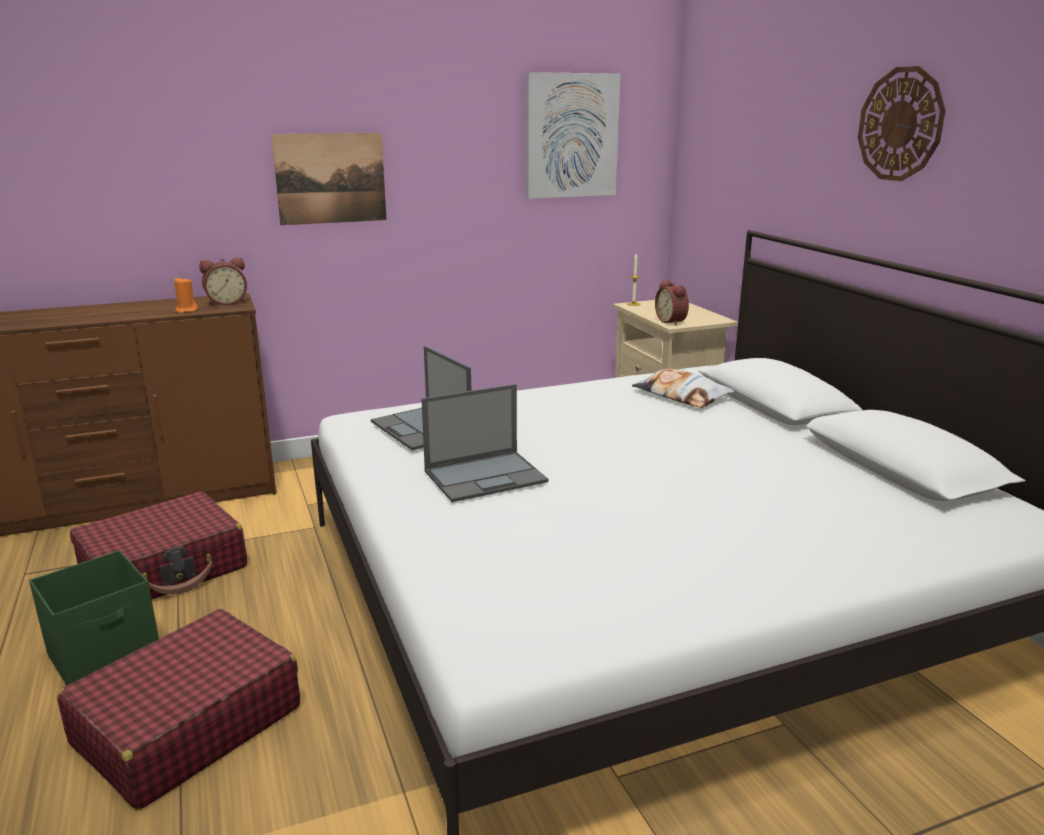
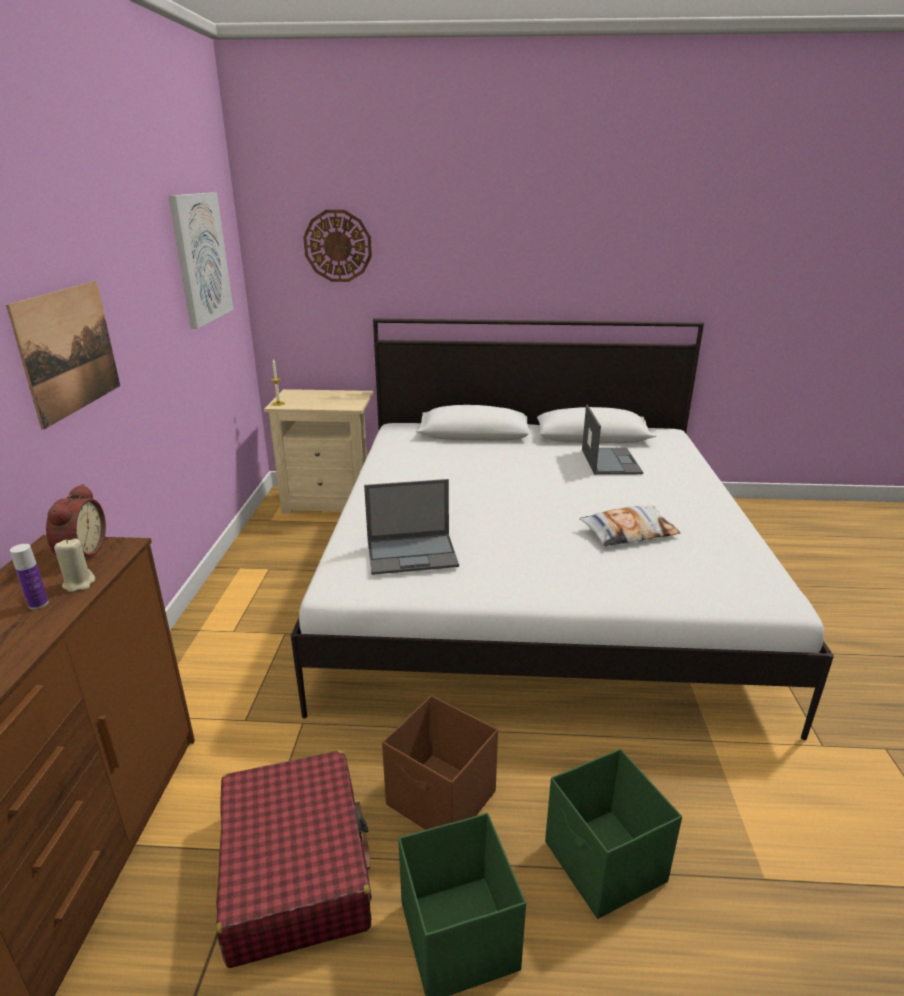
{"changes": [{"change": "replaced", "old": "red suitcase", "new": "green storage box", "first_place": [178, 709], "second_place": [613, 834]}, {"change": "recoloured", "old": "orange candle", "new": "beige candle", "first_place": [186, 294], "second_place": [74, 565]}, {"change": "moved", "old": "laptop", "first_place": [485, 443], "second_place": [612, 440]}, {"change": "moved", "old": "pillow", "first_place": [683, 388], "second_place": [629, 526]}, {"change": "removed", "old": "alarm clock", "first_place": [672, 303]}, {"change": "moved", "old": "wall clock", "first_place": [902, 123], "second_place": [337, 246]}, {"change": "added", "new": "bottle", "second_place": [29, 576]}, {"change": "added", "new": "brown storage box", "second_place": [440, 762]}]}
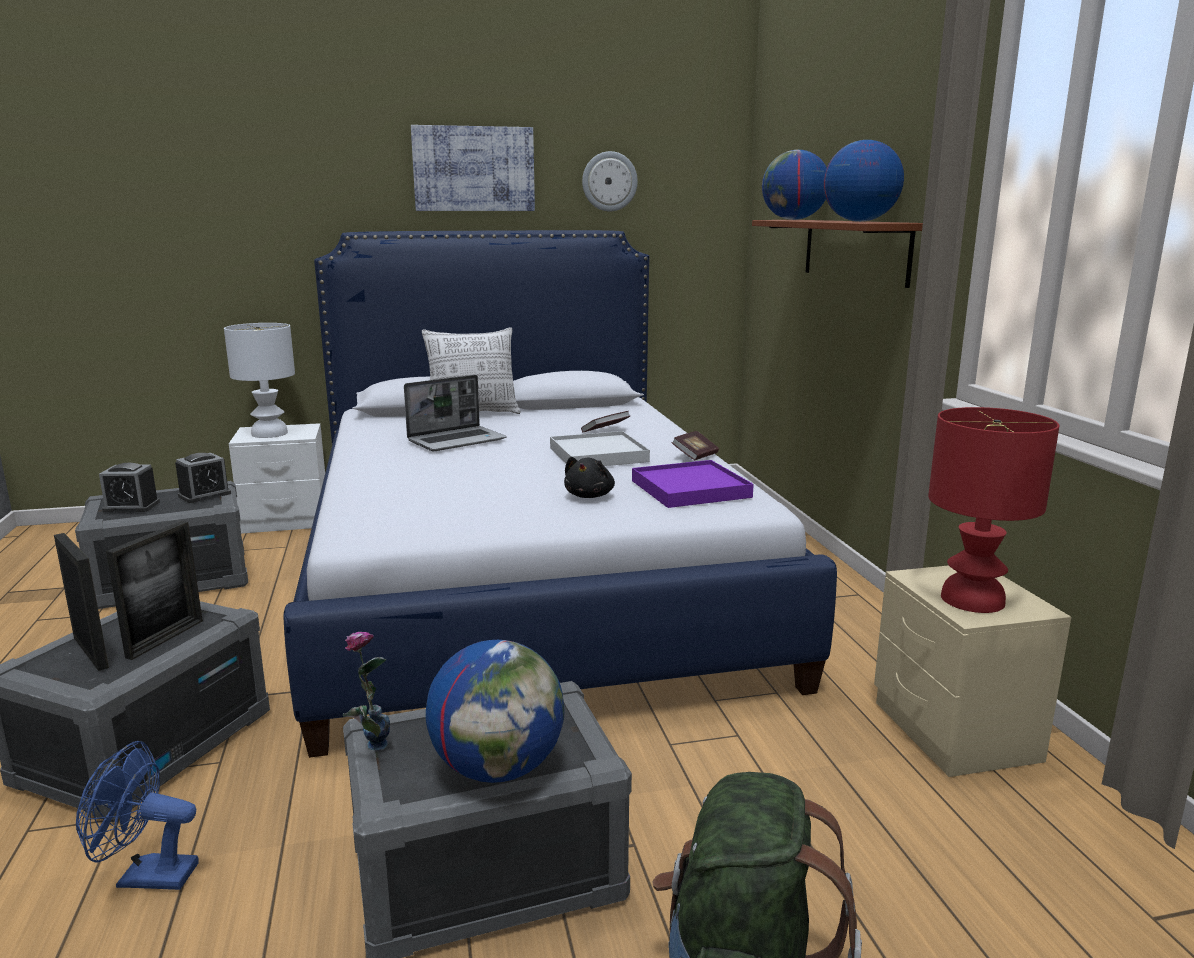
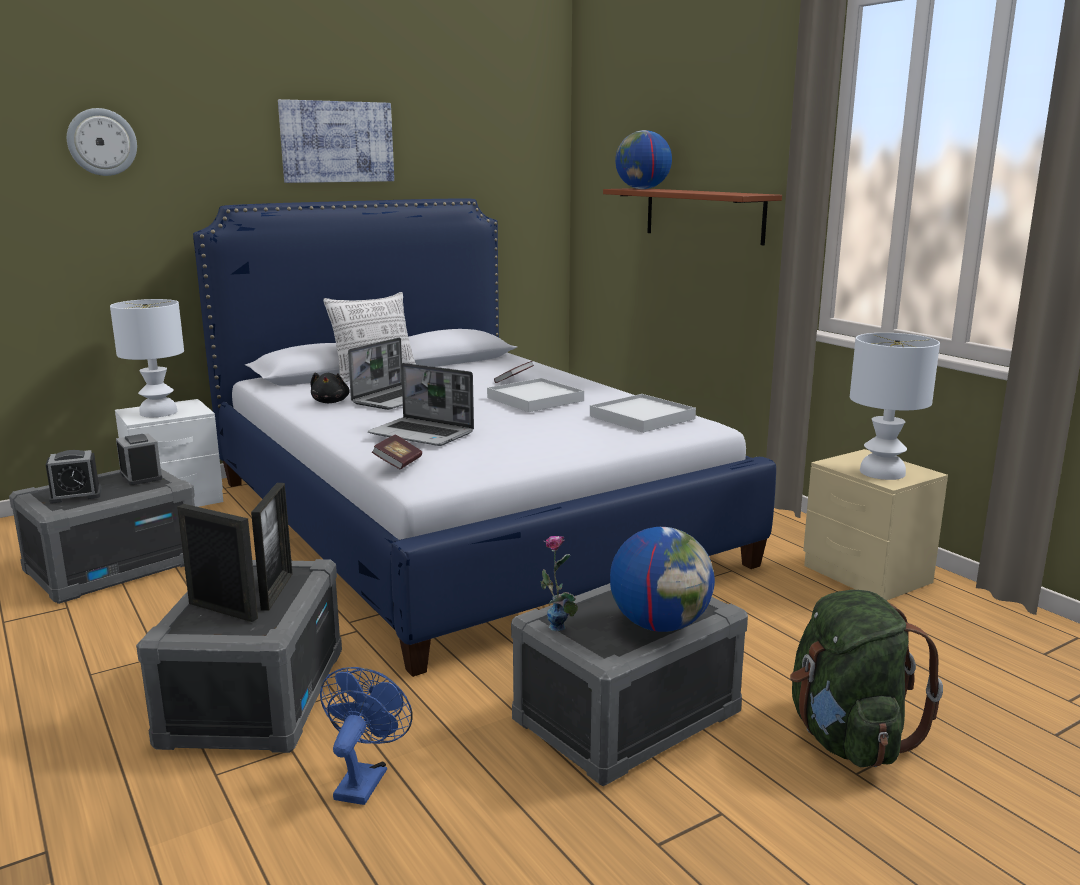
{"changes": [{"change": "turned", "old": "blue fan", "first_place": [137, 815], "second_place": [366, 736], "degrees": 120}, {"change": "turned", "old": "alarm clock", "first_place": [203, 478], "second_place": [139, 459], "degrees": -60}, {"change": "moved", "old": "black plush toy", "first_place": [589, 477], "second_place": [330, 388]}, {"change": "moved", "old": "wall clock", "first_place": [610, 181], "second_place": [102, 142]}, {"change": "recoloured", "old": "purple tray", "new": "white tray", "first_place": [693, 484], "second_place": [643, 413]}, {"change": "moved", "old": "book", "first_place": [695, 445], "second_place": [397, 451]}, {"change": "removed", "old": "globe", "first_place": [863, 181]}, {"change": "recoloured", "old": "red table lamp", "new": "white table lamp", "first_place": [994, 510], "second_place": [895, 406]}, {"change": "added", "new": "laptop", "second_place": [421, 404]}]}
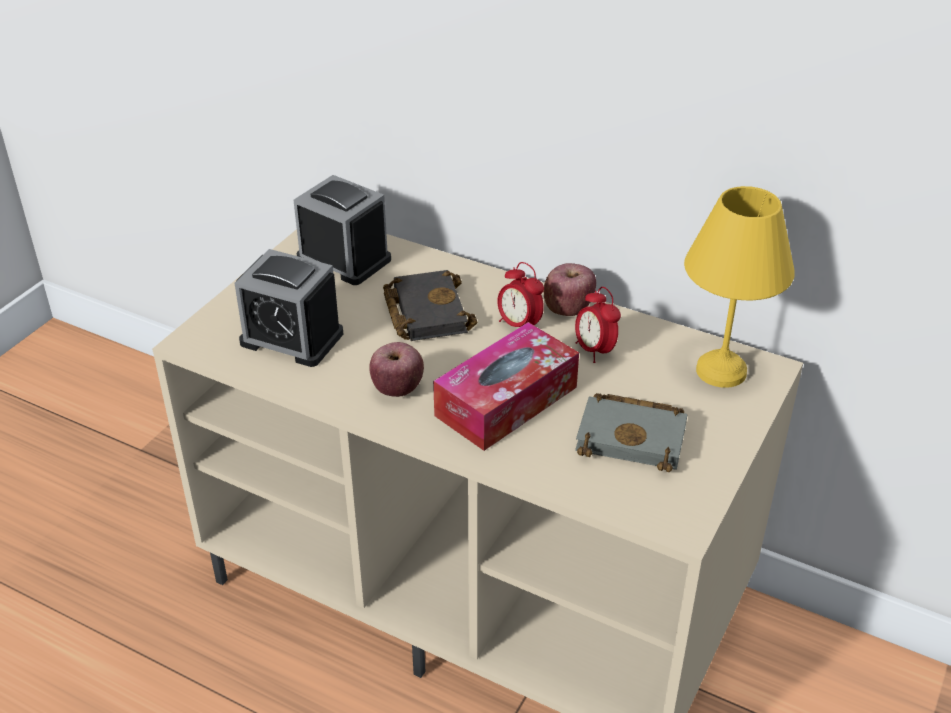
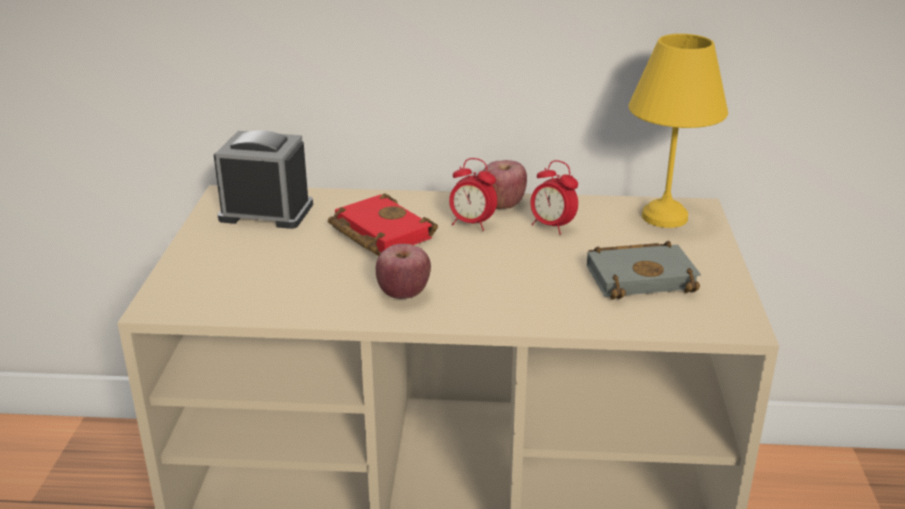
{"changes": [{"change": "removed", "old": "alarm clock", "first_place": [289, 308]}, {"change": "recoloured", "old": "black book", "new": "red book", "first_place": [430, 305], "second_place": [383, 224]}, {"change": "removed", "old": "tissue box", "first_place": [506, 386]}]}
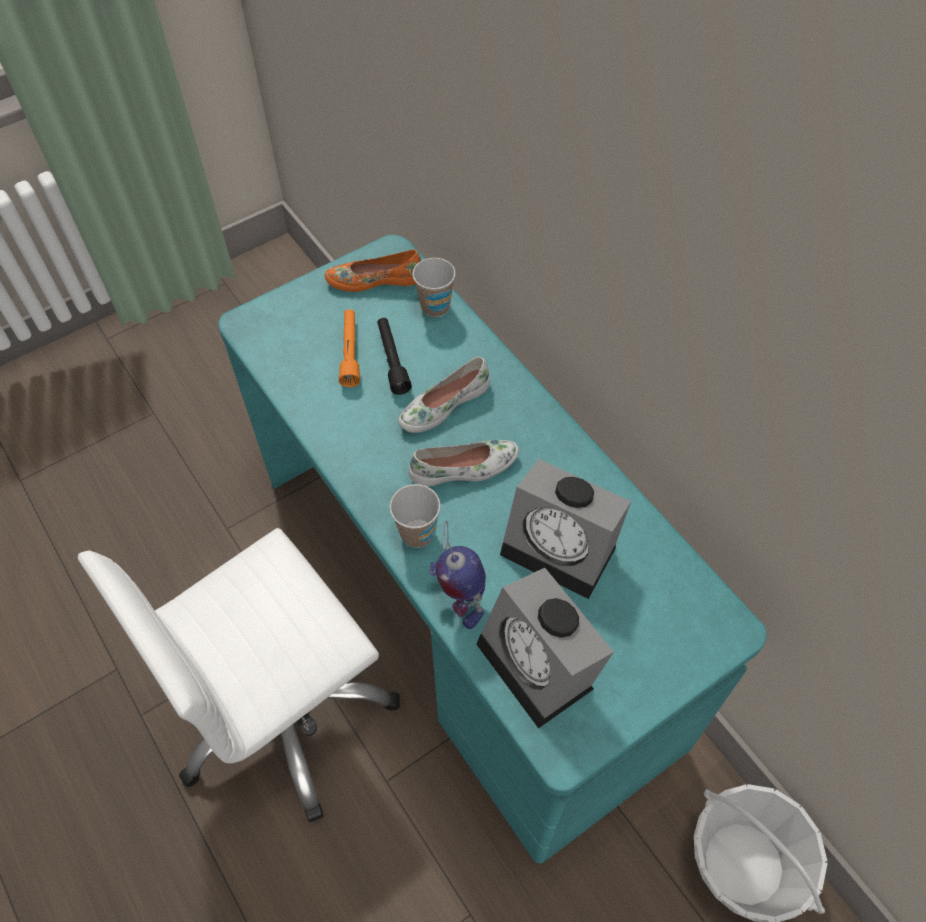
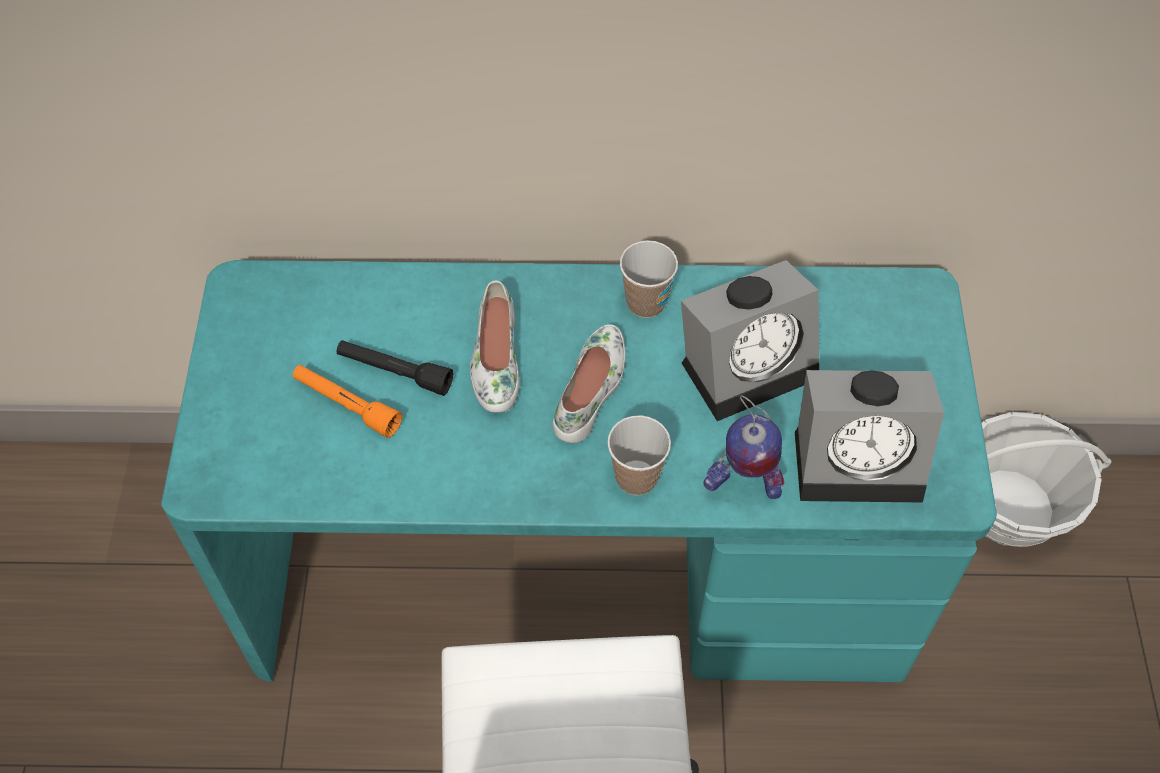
{"changes": [{"change": "removed", "old": "orange shoe", "first_place": [373, 270]}, {"change": "moved", "old": "cup", "first_place": [434, 287], "second_place": [649, 279]}]}
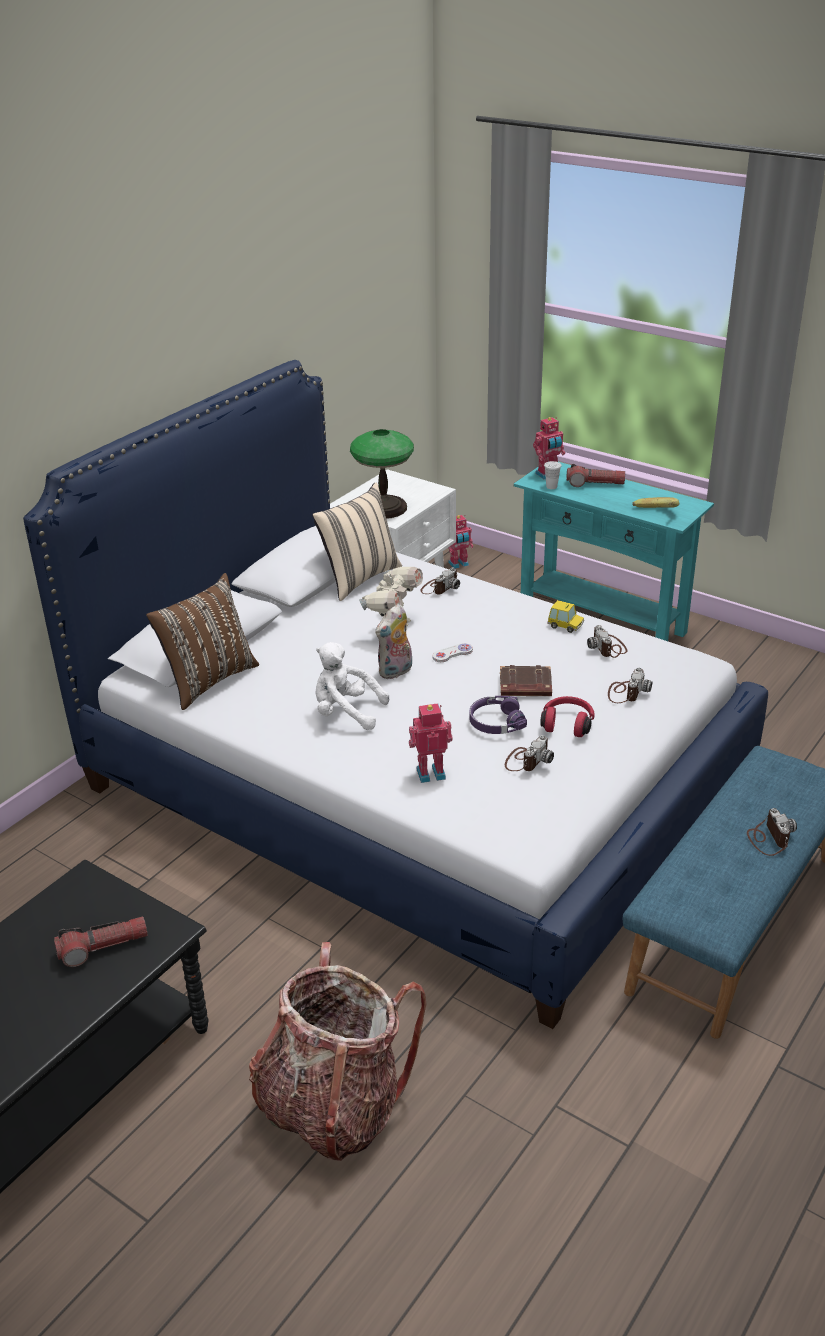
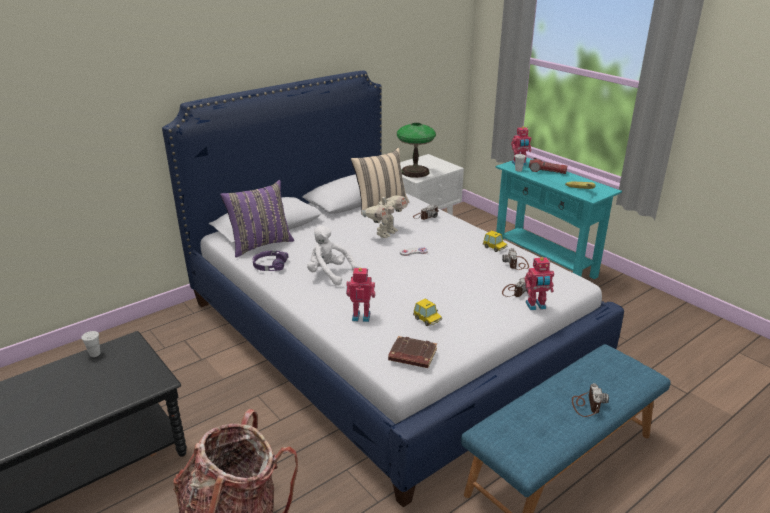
{"changes": [{"change": "removed", "old": "flashlight", "first_place": [101, 941]}, {"change": "recoloured", "old": "brown pillow", "new": "purple pillow", "first_place": [202, 641], "second_place": [257, 219]}, {"change": "removed", "old": "plush toy", "first_place": [393, 641]}, {"change": "moved", "old": "toy robot", "first_place": [460, 542], "second_place": [539, 283]}, {"change": "moved", "old": "purple headphones", "first_place": [498, 715], "second_place": [270, 261]}, {"change": "moved", "old": "brown book", "first_place": [526, 680], "second_place": [412, 352]}, {"change": "replaced", "old": "photo camera", "new": "toy car", "first_place": [529, 753], "second_place": [427, 312]}, {"change": "removed", "old": "red headphones", "first_place": [567, 716]}, {"change": "added", "new": "white cup", "second_place": [90, 344]}]}
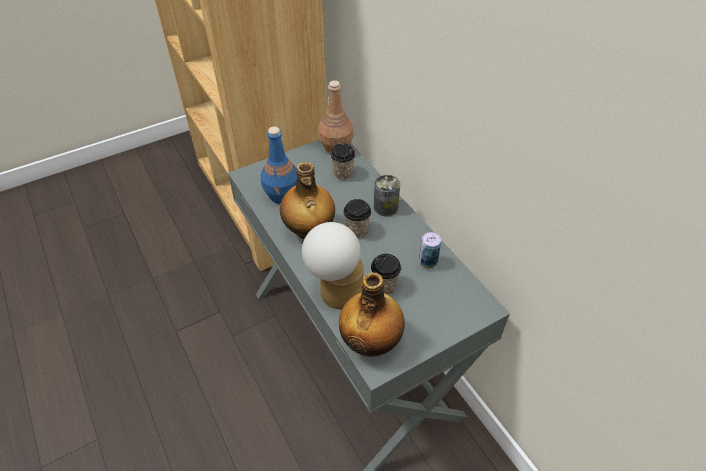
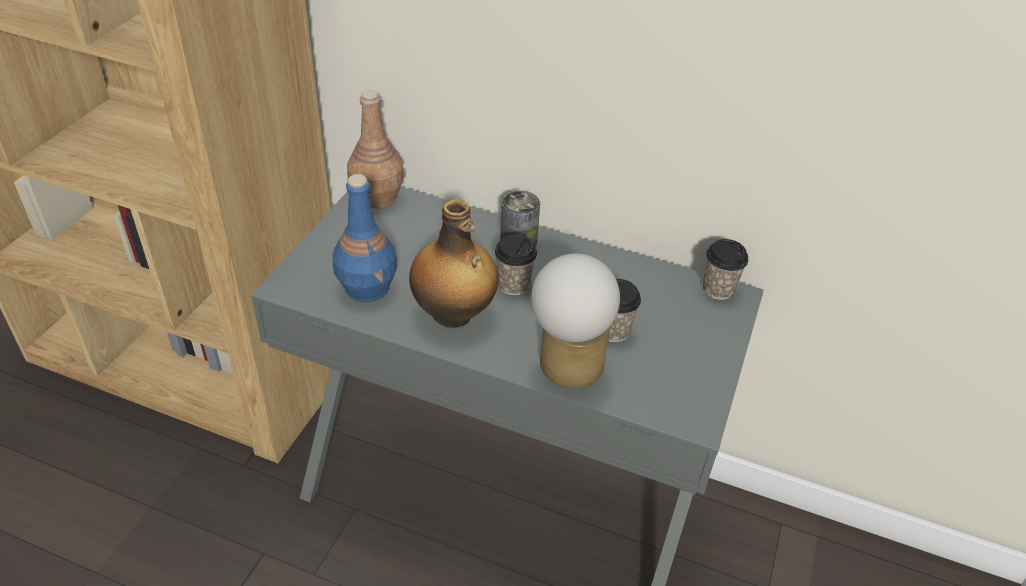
{"changes": [{"change": "moved", "old": "cup", "first_place": [342, 161], "second_place": [725, 269]}, {"change": "removed", "old": "bottle", "first_place": [372, 314]}, {"change": "removed", "old": "can", "first_place": [430, 251]}]}
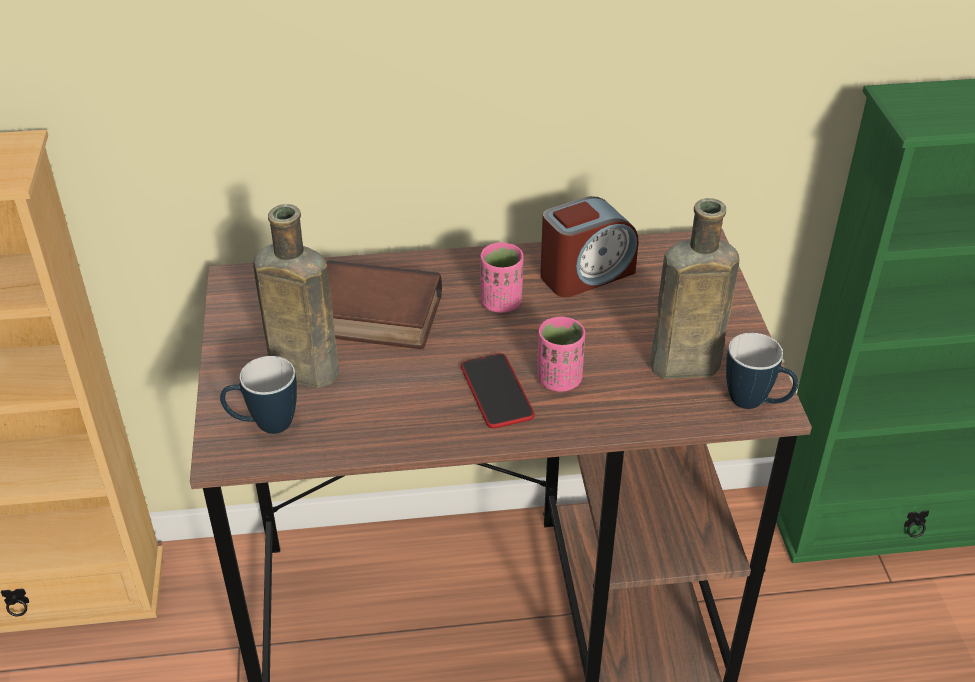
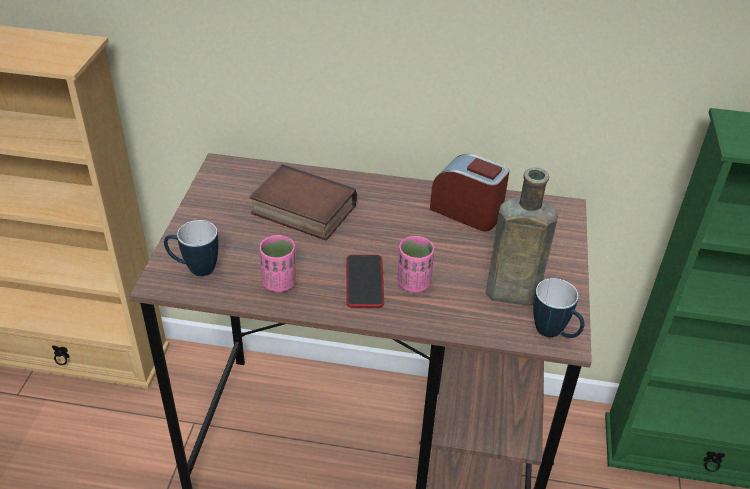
{"changes": [{"change": "removed", "old": "brown bottle", "first_place": [296, 296]}, {"change": "moved", "old": "pink cup", "first_place": [501, 277], "second_place": [277, 263]}, {"change": "turned", "old": "alarm clock", "first_place": [589, 246], "second_place": [469, 192], "degrees": -135}]}
